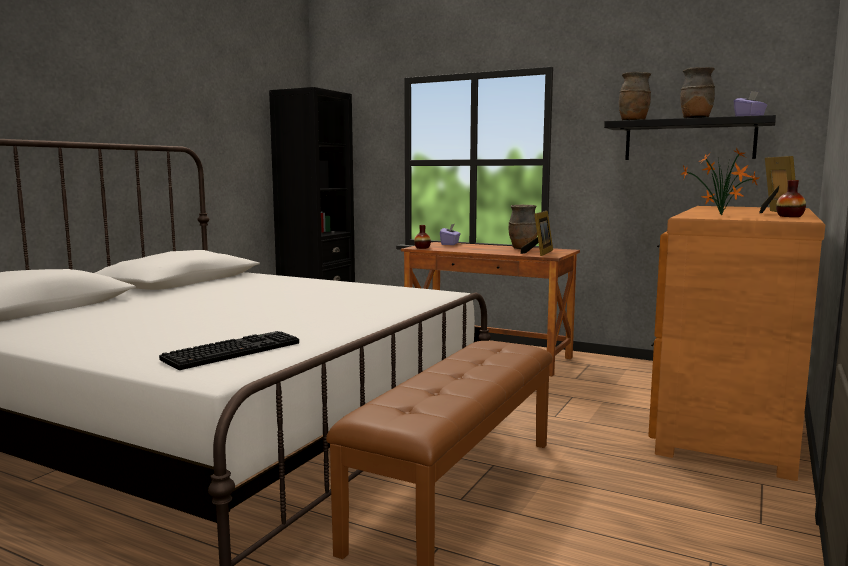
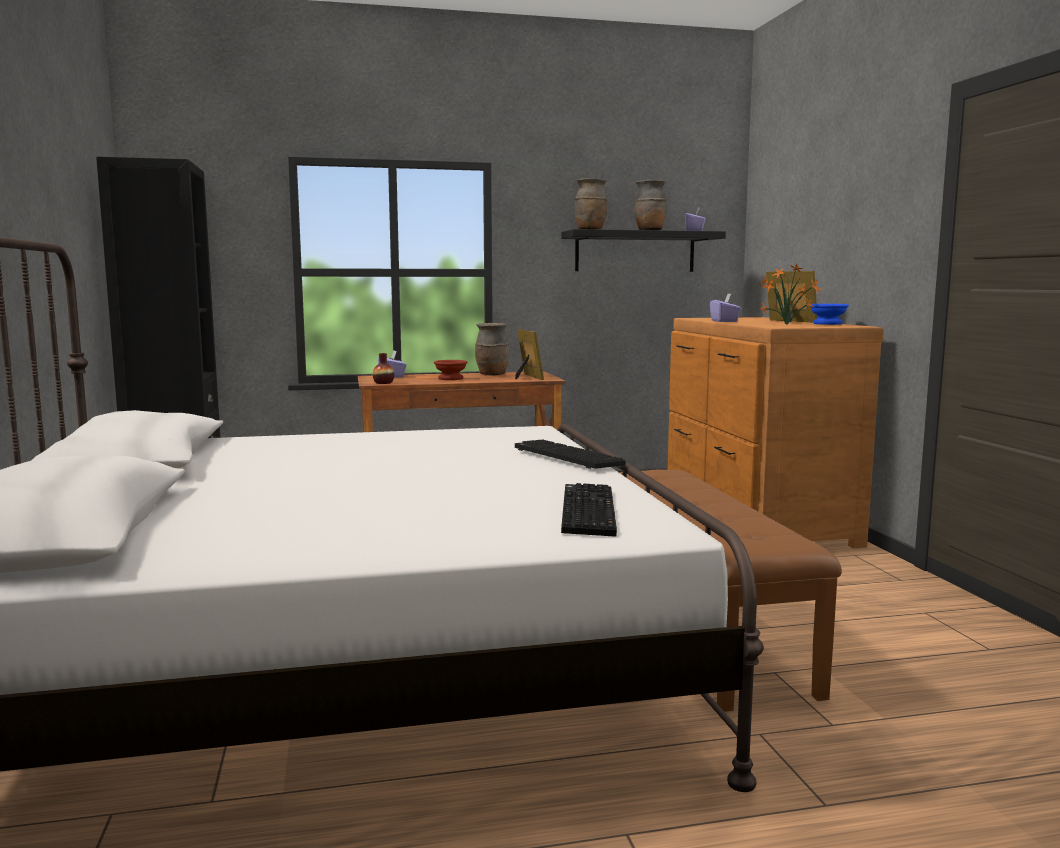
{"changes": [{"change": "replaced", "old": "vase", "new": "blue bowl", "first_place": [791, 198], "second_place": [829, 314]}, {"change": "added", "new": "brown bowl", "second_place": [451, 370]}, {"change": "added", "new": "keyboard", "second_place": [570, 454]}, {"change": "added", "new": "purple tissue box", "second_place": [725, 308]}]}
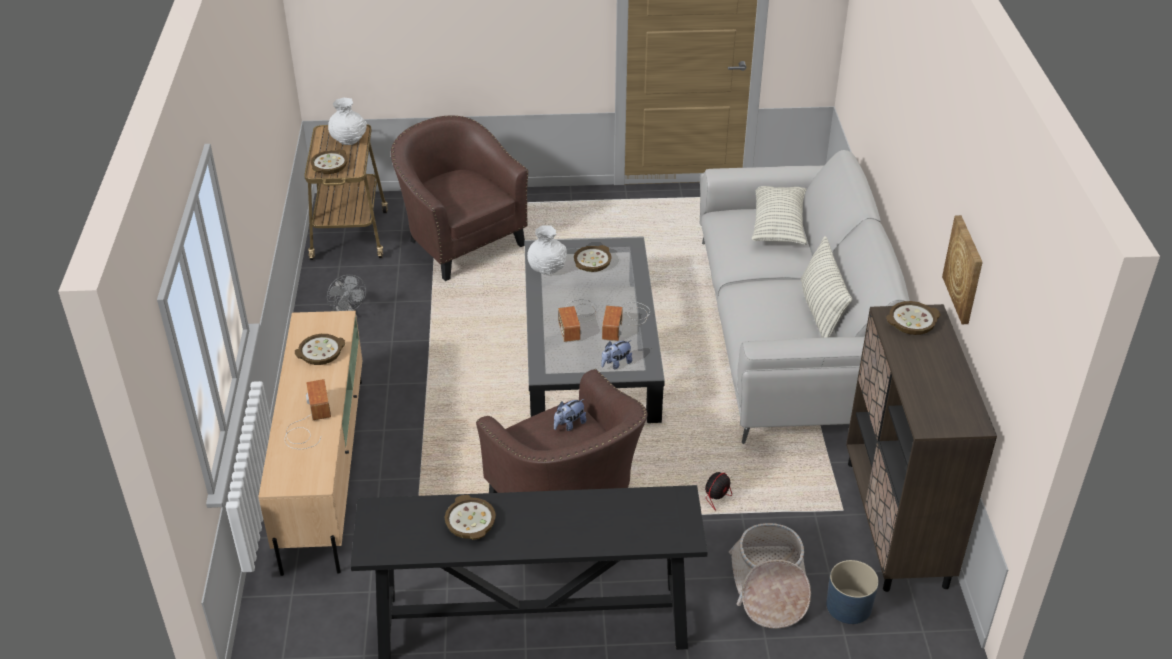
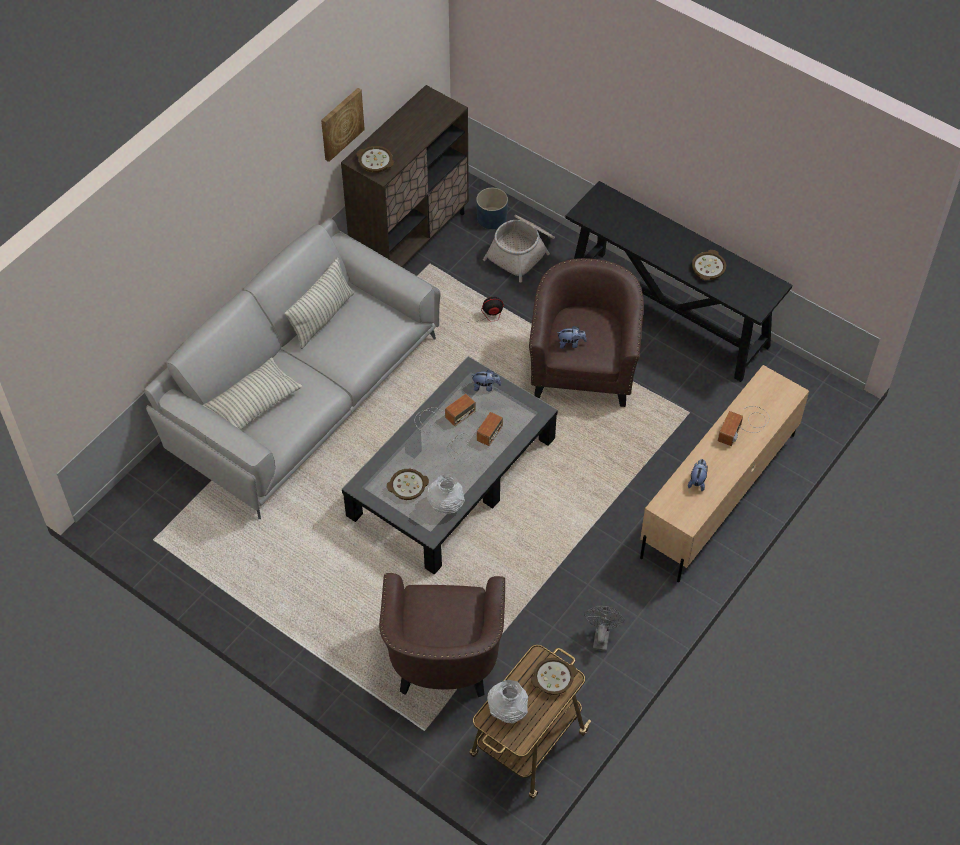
{"changes": [{"change": "replaced", "old": "bowl", "new": "plush toy", "first_place": [320, 349], "second_place": [698, 475]}]}
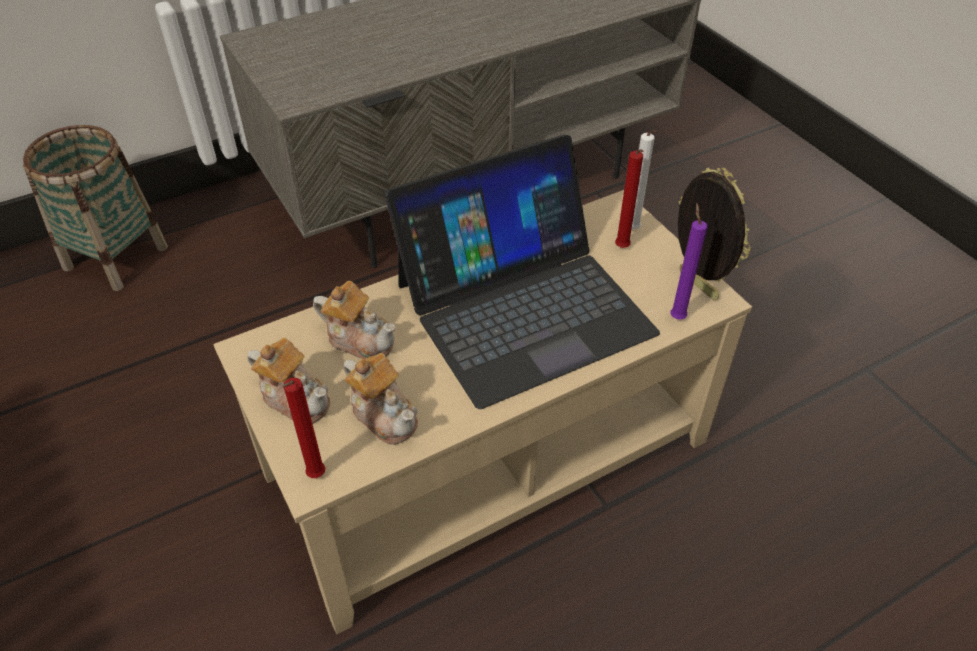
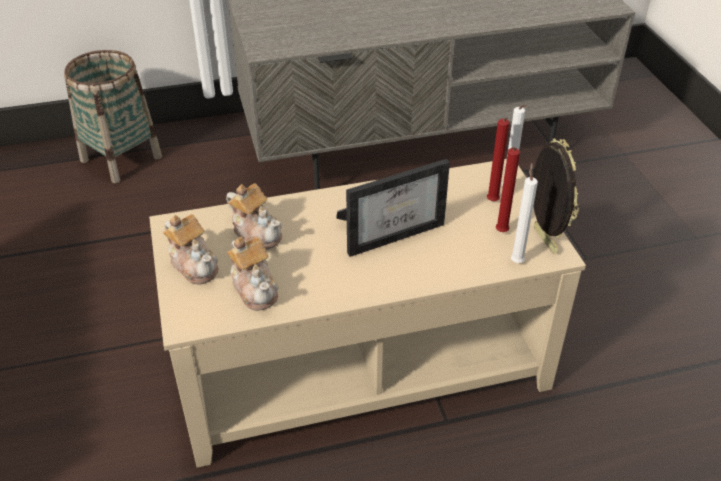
{"changes": [{"change": "moved", "old": "red candle", "first_place": [303, 428], "second_place": [508, 189]}, {"change": "replaced", "old": "laptop", "new": "picture frame", "first_place": [522, 271], "second_place": [393, 208]}, {"change": "recoloured", "old": "purple candle", "new": "white candle", "first_place": [688, 261], "second_place": [524, 213]}]}
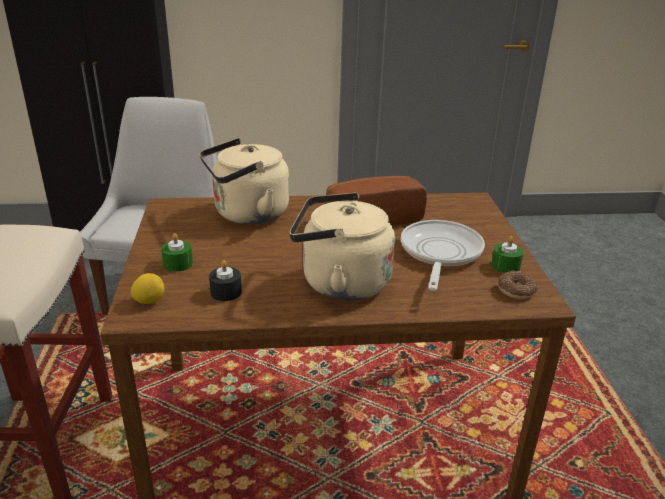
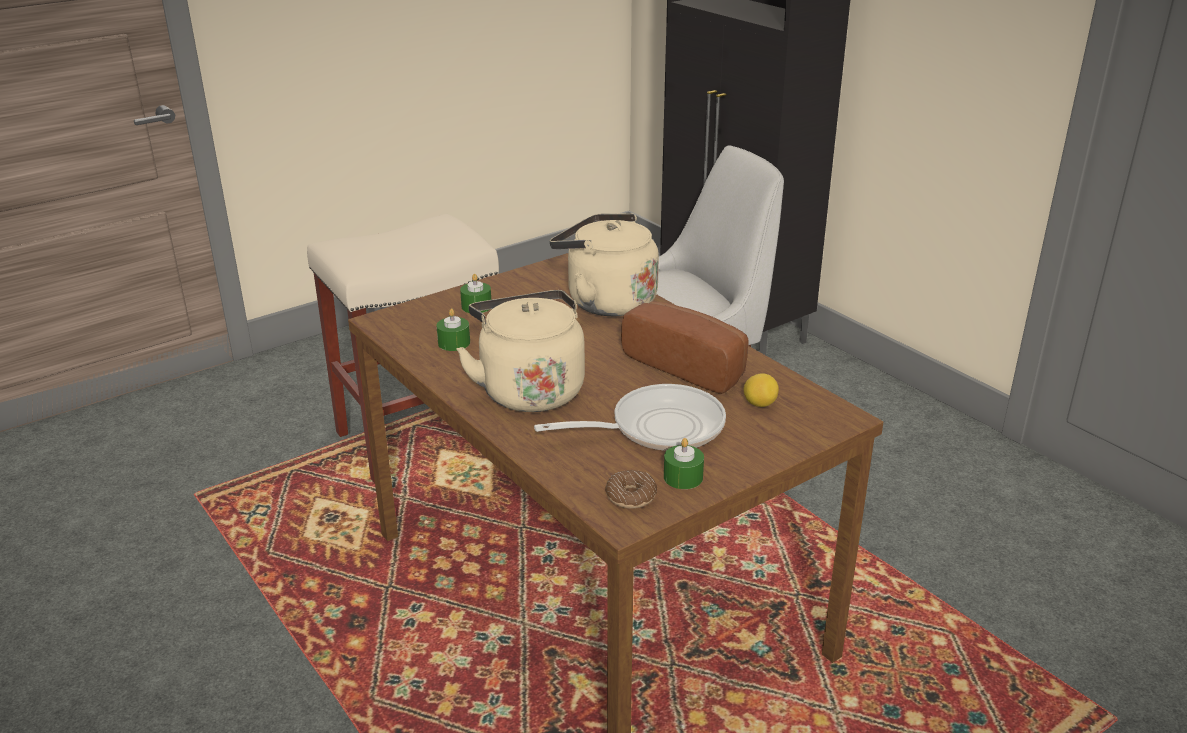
{"changes": [{"change": "moved", "old": "lemon", "first_place": [148, 288], "second_place": [761, 390]}, {"change": "recoloured", "old": "black candle", "new": "green candle", "first_place": [225, 280], "second_place": [453, 330]}]}
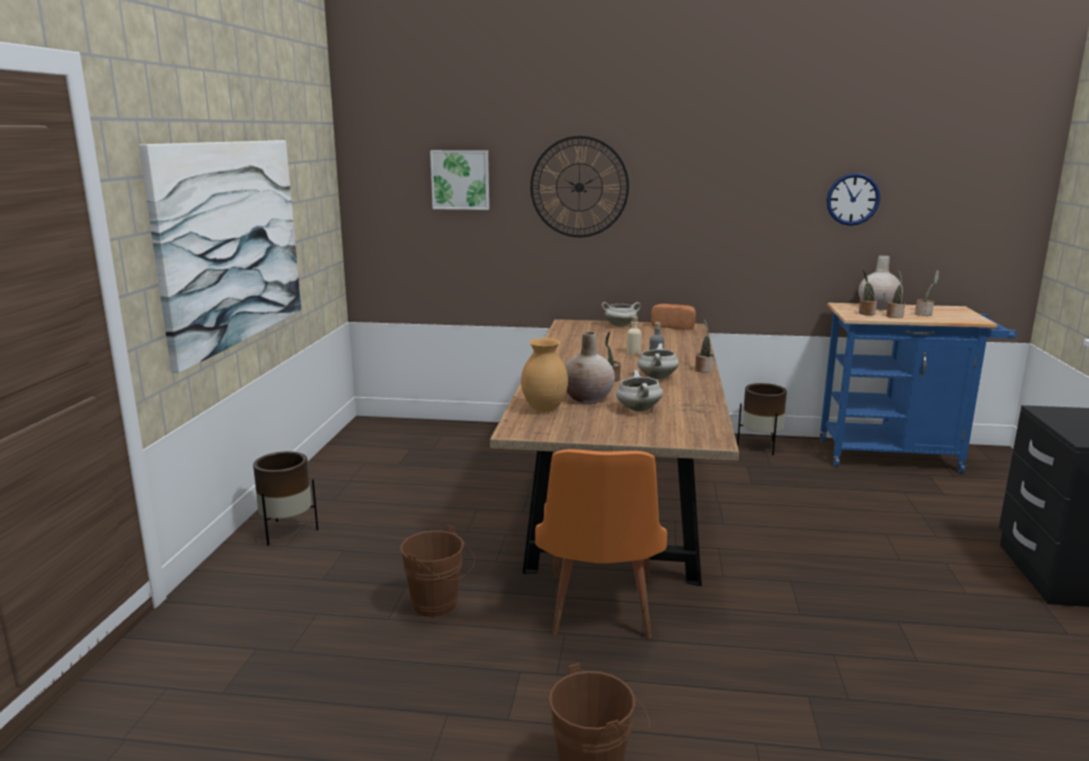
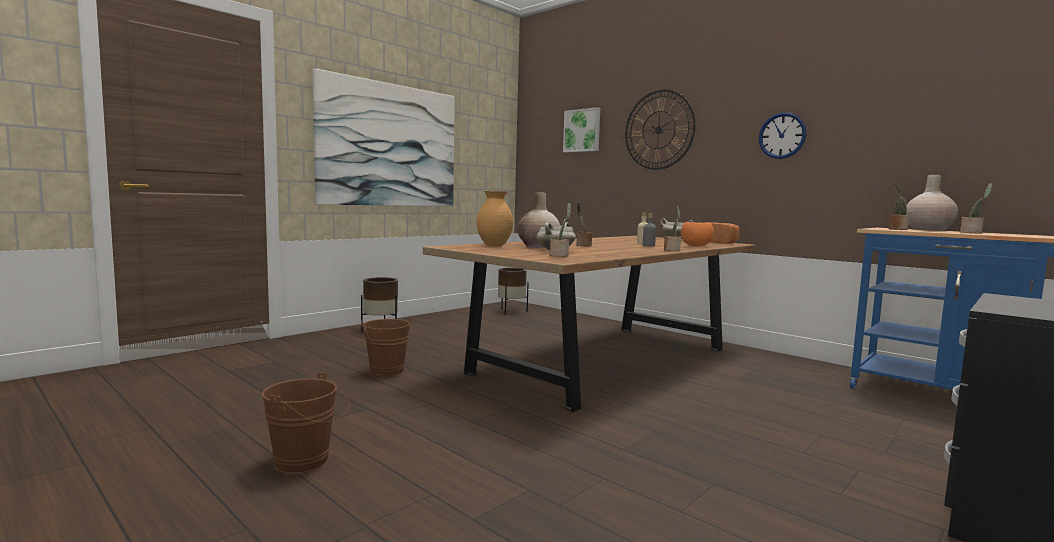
{"changes": [{"change": "removed", "old": "orange chair", "first_place": [601, 544]}, {"change": "removed", "old": "white cooking pot", "first_place": [658, 361]}, {"change": "moved", "old": "brown planter", "first_place": [762, 419], "second_place": [513, 291]}, {"change": "moved", "old": "wall clock", "first_place": [853, 199], "second_place": [783, 135]}, {"change": "moved", "old": "potted plant", "first_place": [895, 294], "second_place": [560, 230]}, {"change": "added", "new": "orange bowl", "second_place": [697, 234]}]}
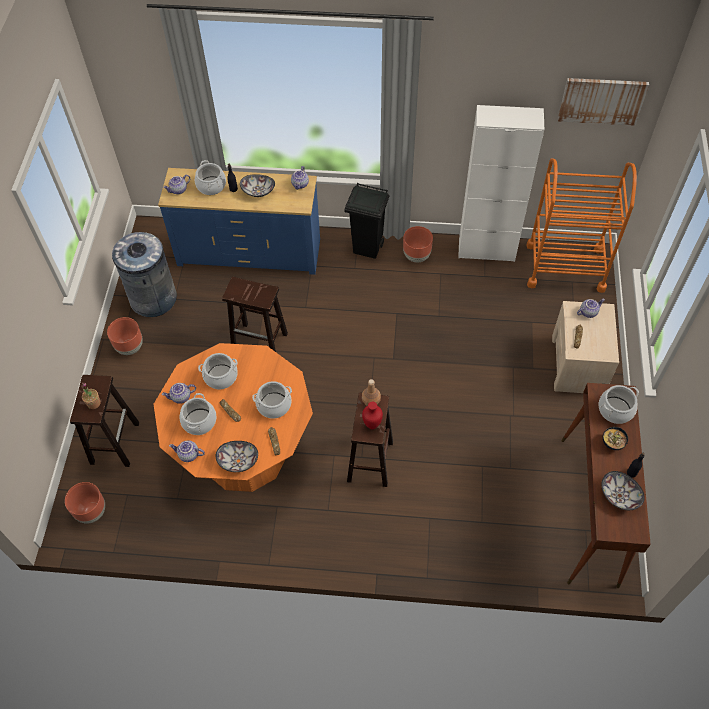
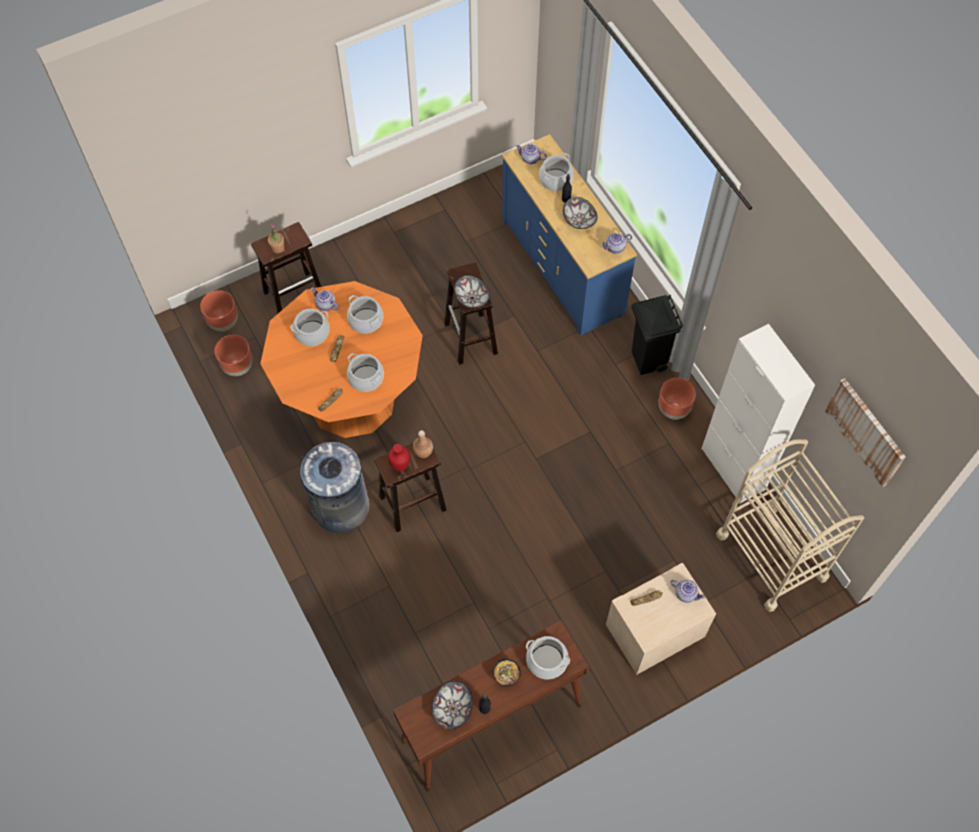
{"changes": [{"change": "moved", "old": "brown planter", "first_place": [125, 336], "second_place": [233, 355]}, {"change": "moved", "old": "grey trash can", "first_place": [144, 274], "second_place": [335, 487]}, {"change": "removed", "old": "teapot", "first_place": [187, 451]}, {"change": "moved", "old": "bowl", "first_place": [237, 456], "second_place": [472, 291]}, {"change": "recoloured", "old": "orange cart", "new": "beige cart", "first_place": [581, 225], "second_place": [790, 525]}]}
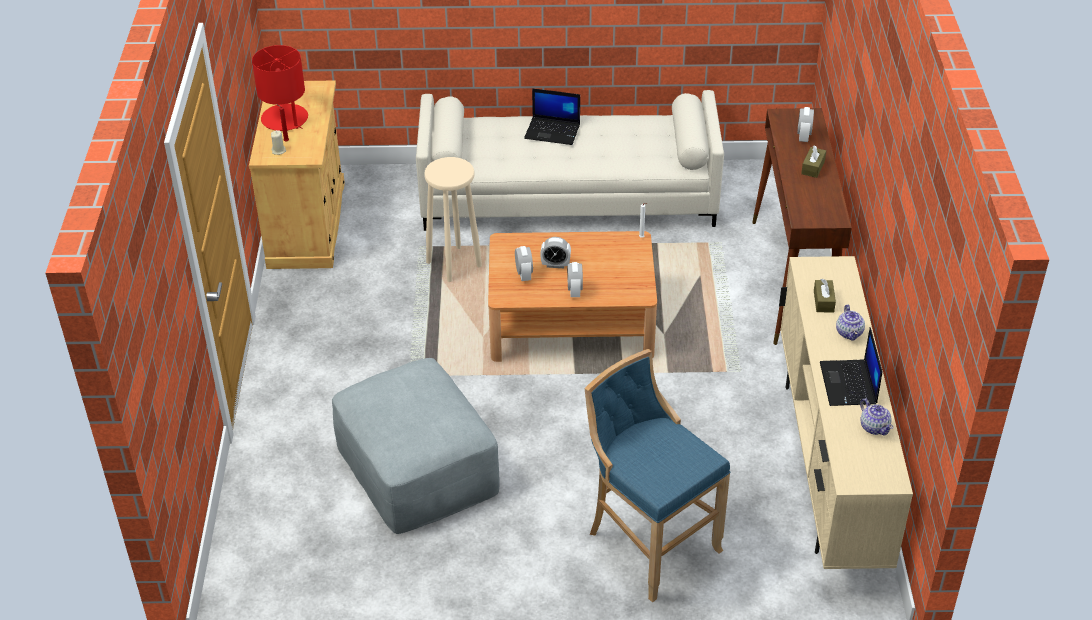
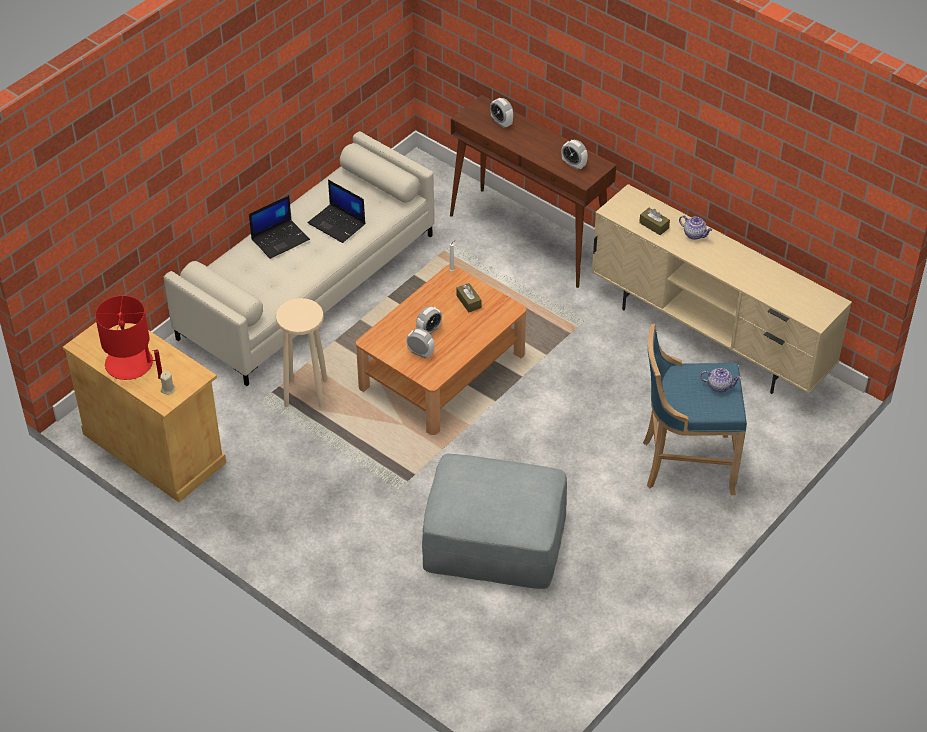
{"changes": [{"change": "moved", "old": "alarm clock", "first_place": [575, 279], "second_place": [575, 155]}, {"change": "moved", "old": "brown tissue box", "first_place": [813, 161], "second_place": [469, 297]}, {"change": "moved", "old": "laptop", "first_place": [851, 366], "second_place": [336, 211]}, {"change": "moved", "old": "teapot", "first_place": [876, 416], "second_place": [720, 380]}]}
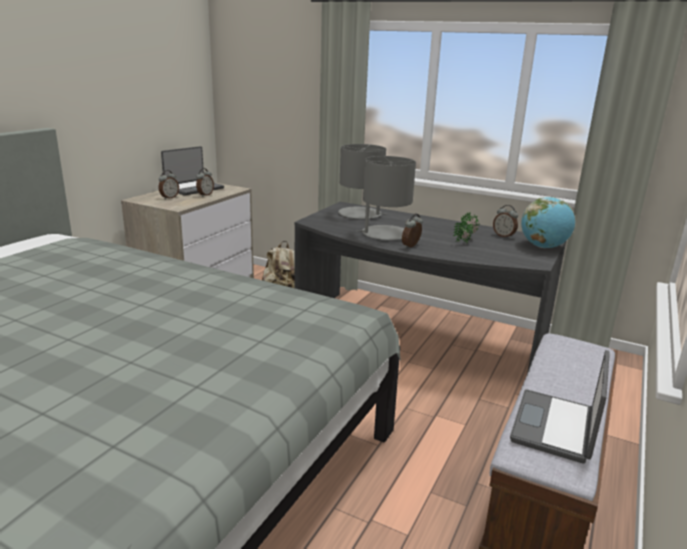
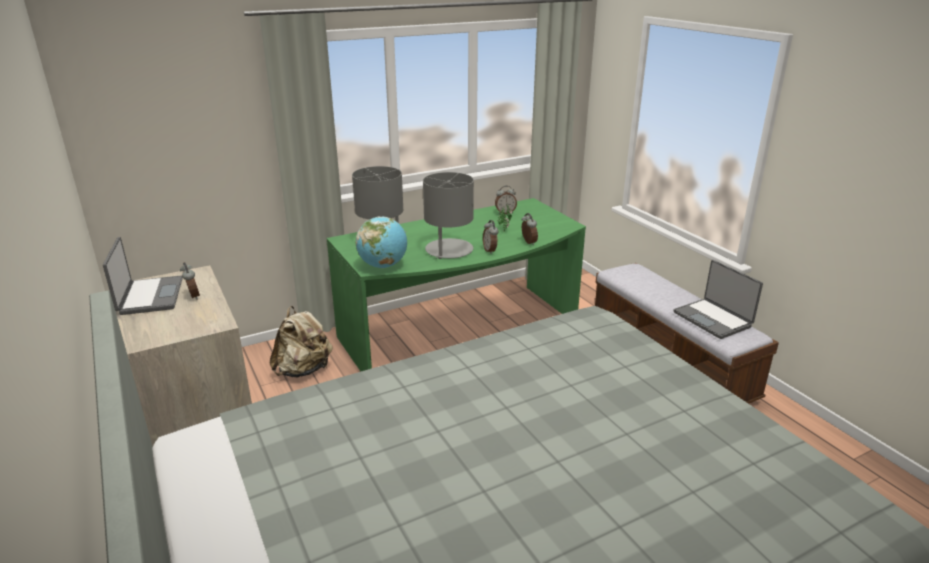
{"changes": [{"change": "moved", "old": "alarm clock", "first_place": [169, 184], "second_place": [530, 229]}, {"change": "recoloured", "old": "grey desk", "new": "green desk", "first_place": [430, 288], "second_place": [456, 284]}, {"change": "moved", "old": "globe", "first_place": [548, 222], "second_place": [381, 242]}]}
